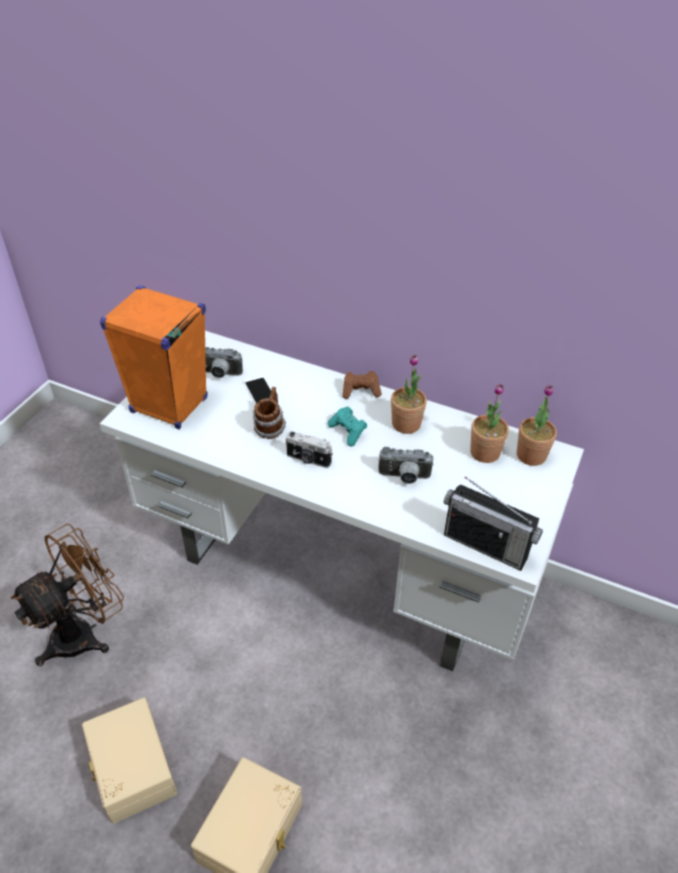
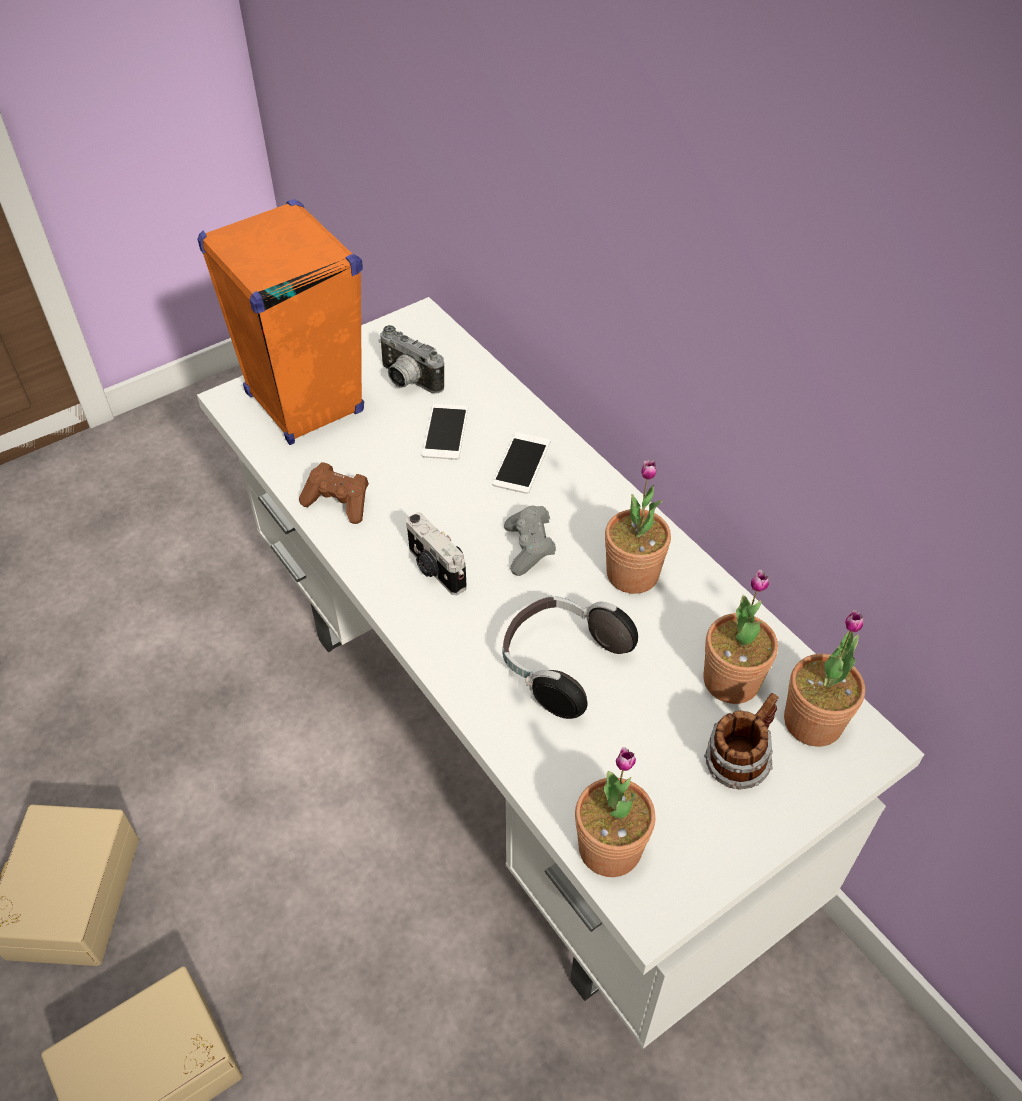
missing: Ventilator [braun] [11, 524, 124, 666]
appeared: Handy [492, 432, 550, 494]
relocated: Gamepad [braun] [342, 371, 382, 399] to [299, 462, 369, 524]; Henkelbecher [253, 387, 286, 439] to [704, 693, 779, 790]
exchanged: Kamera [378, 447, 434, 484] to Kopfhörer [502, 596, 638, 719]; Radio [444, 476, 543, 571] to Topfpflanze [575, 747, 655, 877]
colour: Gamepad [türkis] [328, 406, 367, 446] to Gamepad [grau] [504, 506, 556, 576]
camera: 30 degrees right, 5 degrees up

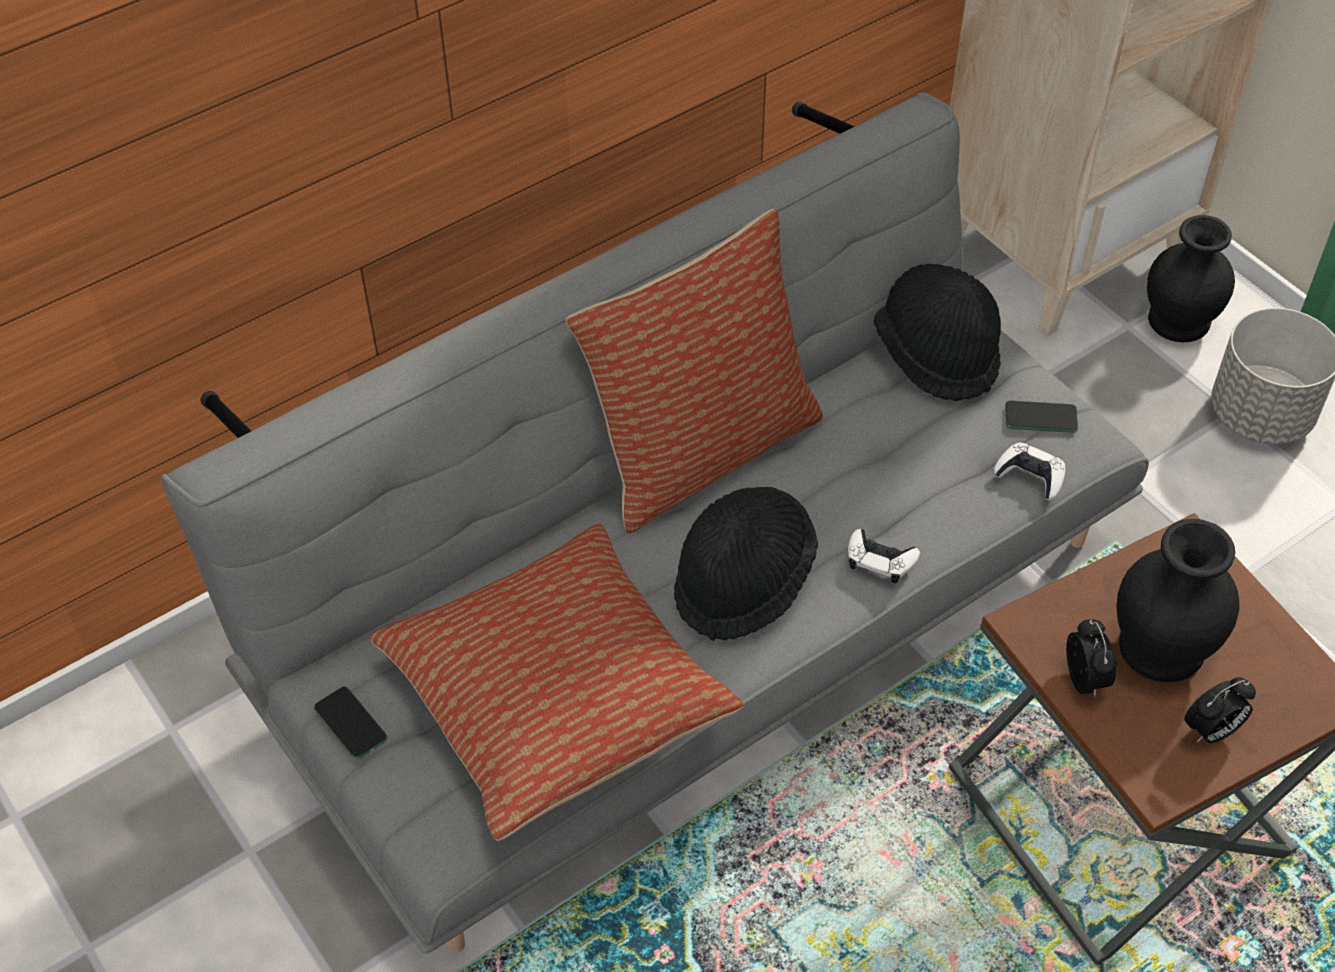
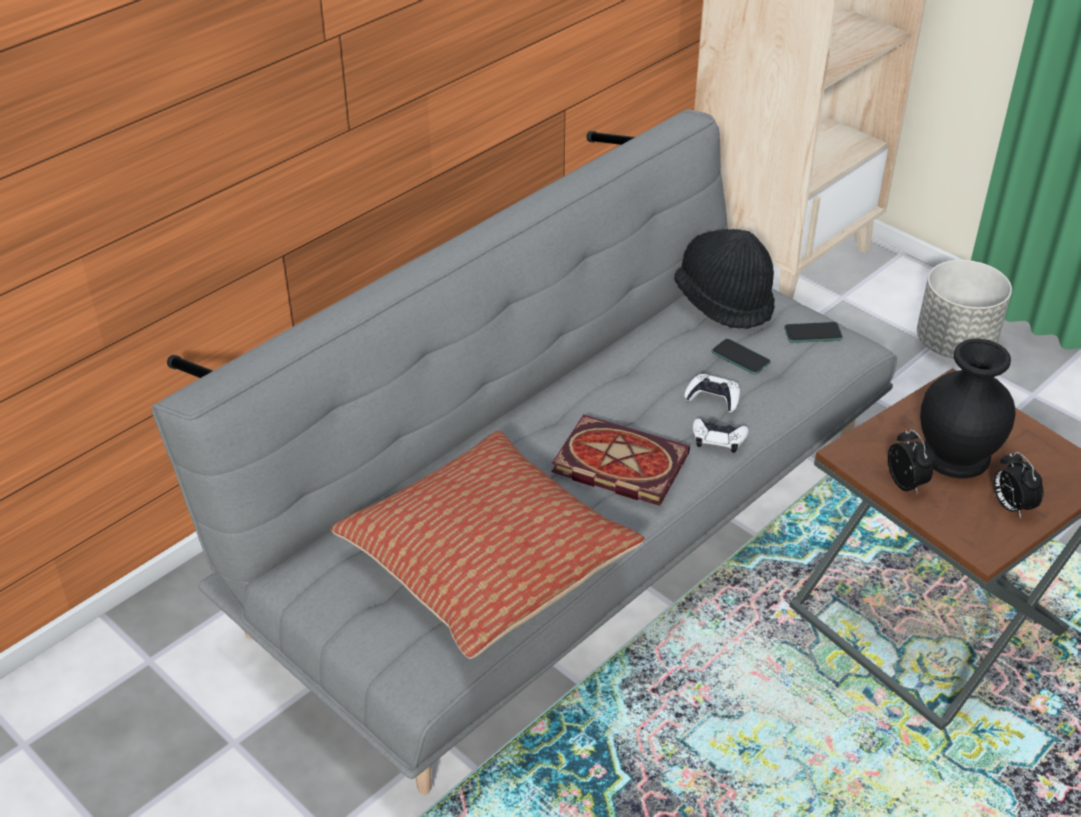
missing: Kissen [566, 208, 823, 533]; Vase [schwarz] [1147, 215, 1235, 342]
relocated: Gamepad [weiß] [994, 442, 1066, 500] to [684, 374, 740, 412]; Handy [314, 687, 388, 759] to [712, 339, 771, 375]
exchanged: Hut [schwarz] [674, 487, 818, 641] to Buch [552, 414, 690, 506]
spun: Wecker [1184, 677, 1256, 743] = [993, 452, 1044, 519] 105 degrees clockwise
camera: 10 degrees left, 10 degrees down

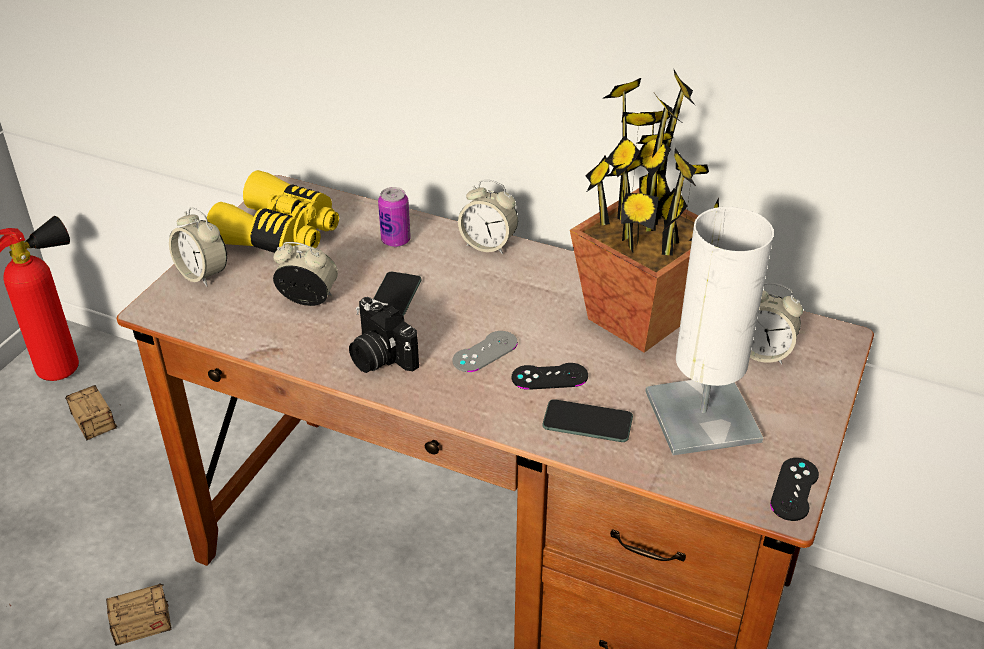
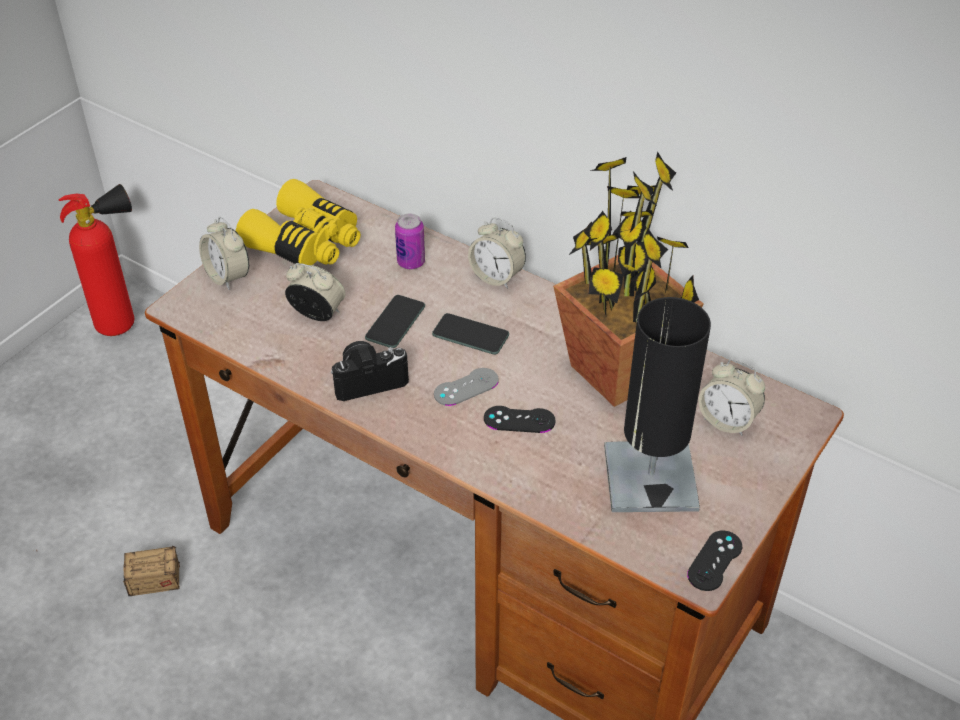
missing: Aufbewahrungsbox [65, 385, 117, 441]
relocated: Handy [542, 399, 633, 442] to [432, 313, 509, 355]
colour: Tischlampe [weiß] [645, 207, 774, 455] to Tischlampe [schwarz] [604, 297, 711, 512]
spun: Kamera [349, 297, 419, 373] = [331, 341, 409, 401] 105 degrees clockwise
camera: 10 degrees right, 5 degrees up

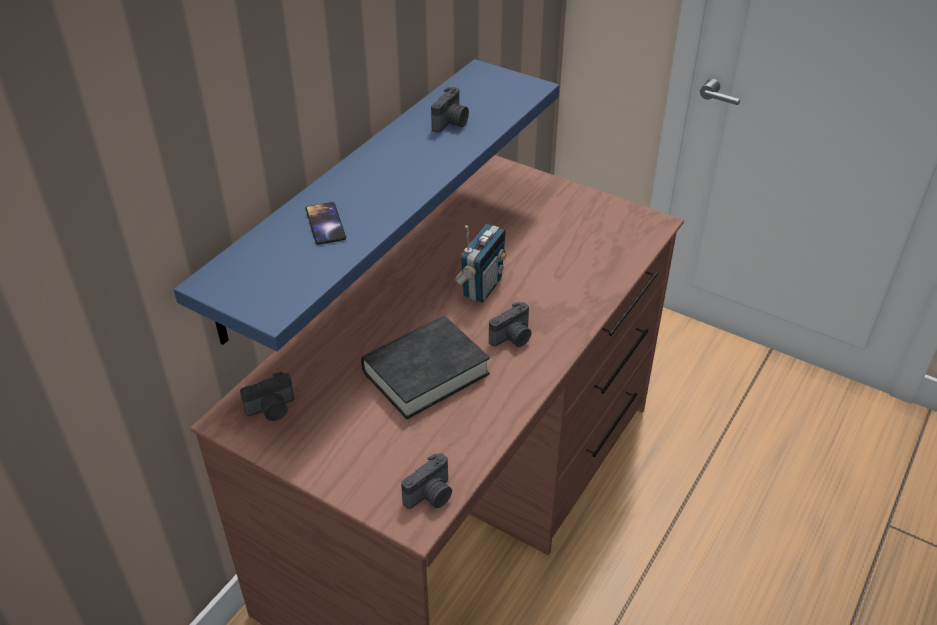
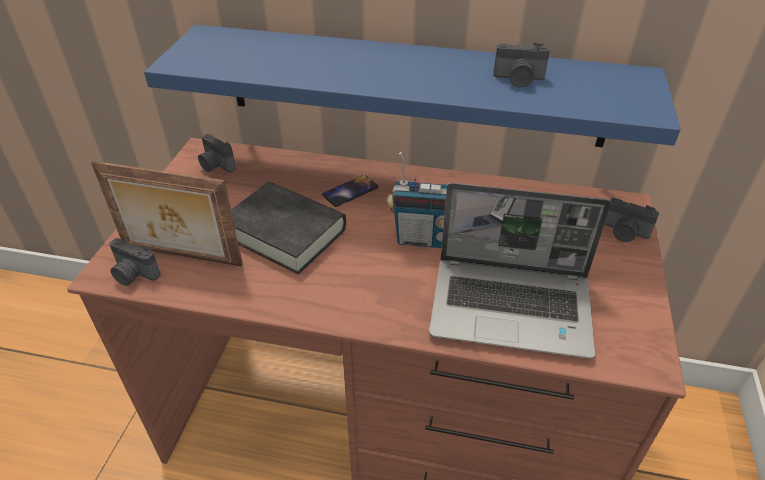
appeared: Bilderrahmen [91, 161, 243, 267]; Laptop [429, 183, 611, 359]
relocated: Handy [305, 202, 346, 245] to [322, 175, 379, 207]; Kamera [489, 302, 531, 347] to [605, 198, 659, 242]
camera: 70 degrees right, 0 degrees up

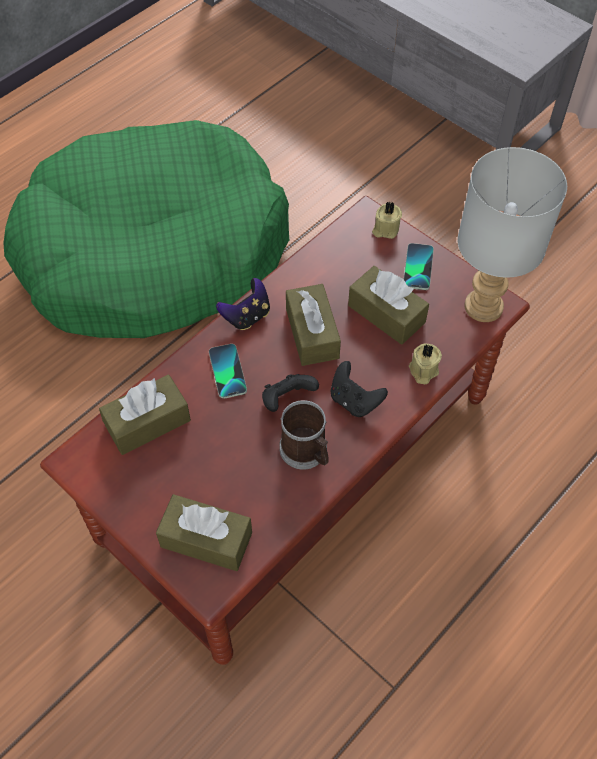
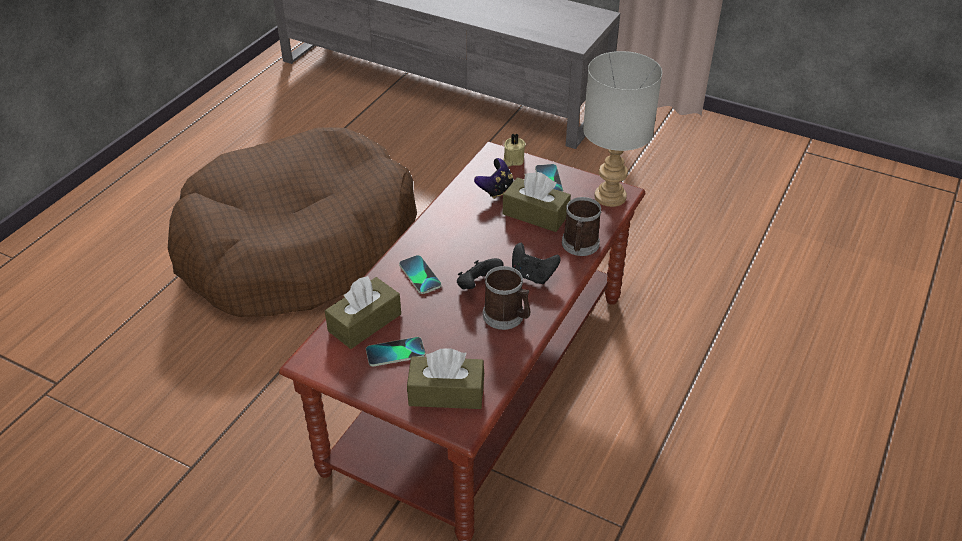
missing: Taschentuchbox [braun] [286, 284, 341, 366]
appeared: Handy [366, 337, 425, 366]
relocated: Gamepad [216, 278, 270, 330] to [474, 158, 513, 199]
exchanged: Kerze [beige] [409, 344, 442, 384] to Henkelbecher [562, 197, 602, 256]
colour: Hundebett [grün] [4, 120, 289, 338] to Hundebett [braun] [168, 127, 417, 317]
camera: 15 degrees left, 15 degrees down

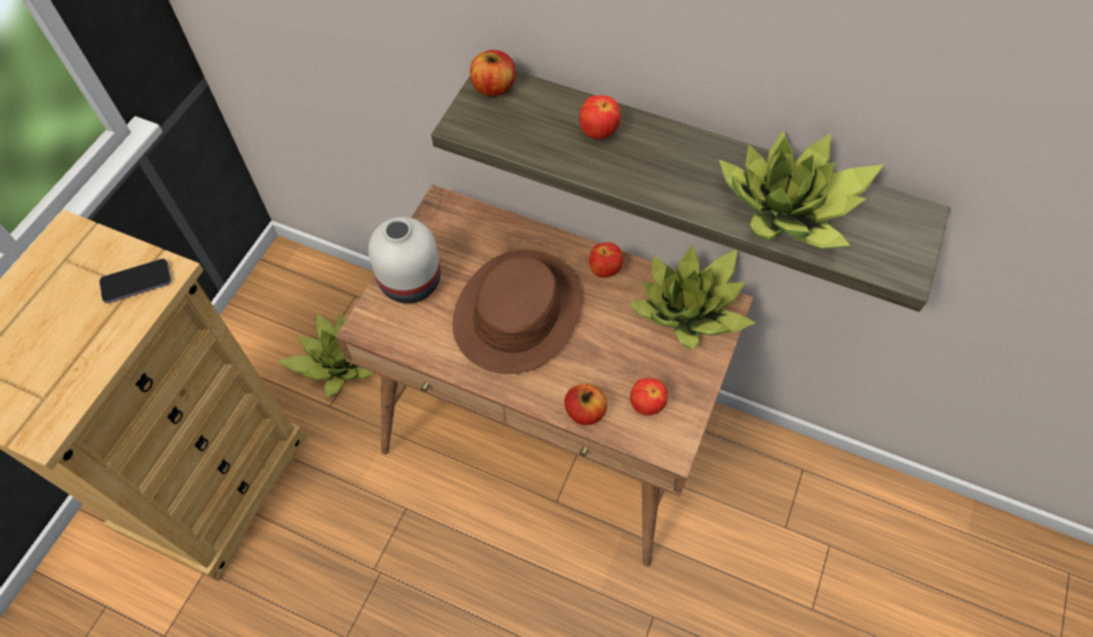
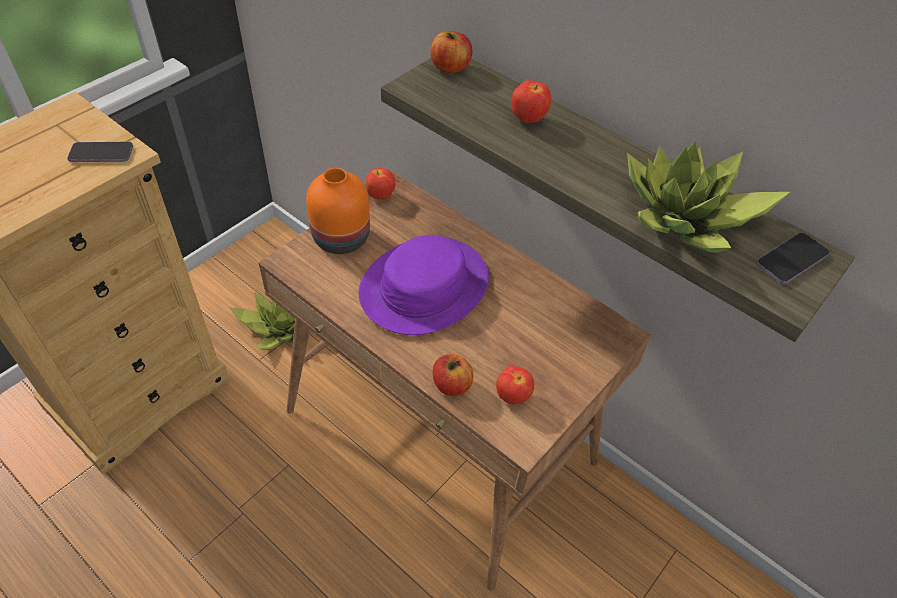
missing: Topfpflanze [629, 245, 756, 349]
appeared: Handy [756, 233, 830, 284]
relocated: Apfel [589, 242, 623, 278] to [365, 168, 395, 200]
colour: Vase [weiß] [368, 217, 441, 303] to Vase [orange] [306, 168, 370, 254]; Hut [braun] [453, 250, 581, 374] to Hut [lila] [358, 235, 489, 335]
camera: 15 degrees right, 10 degrees down

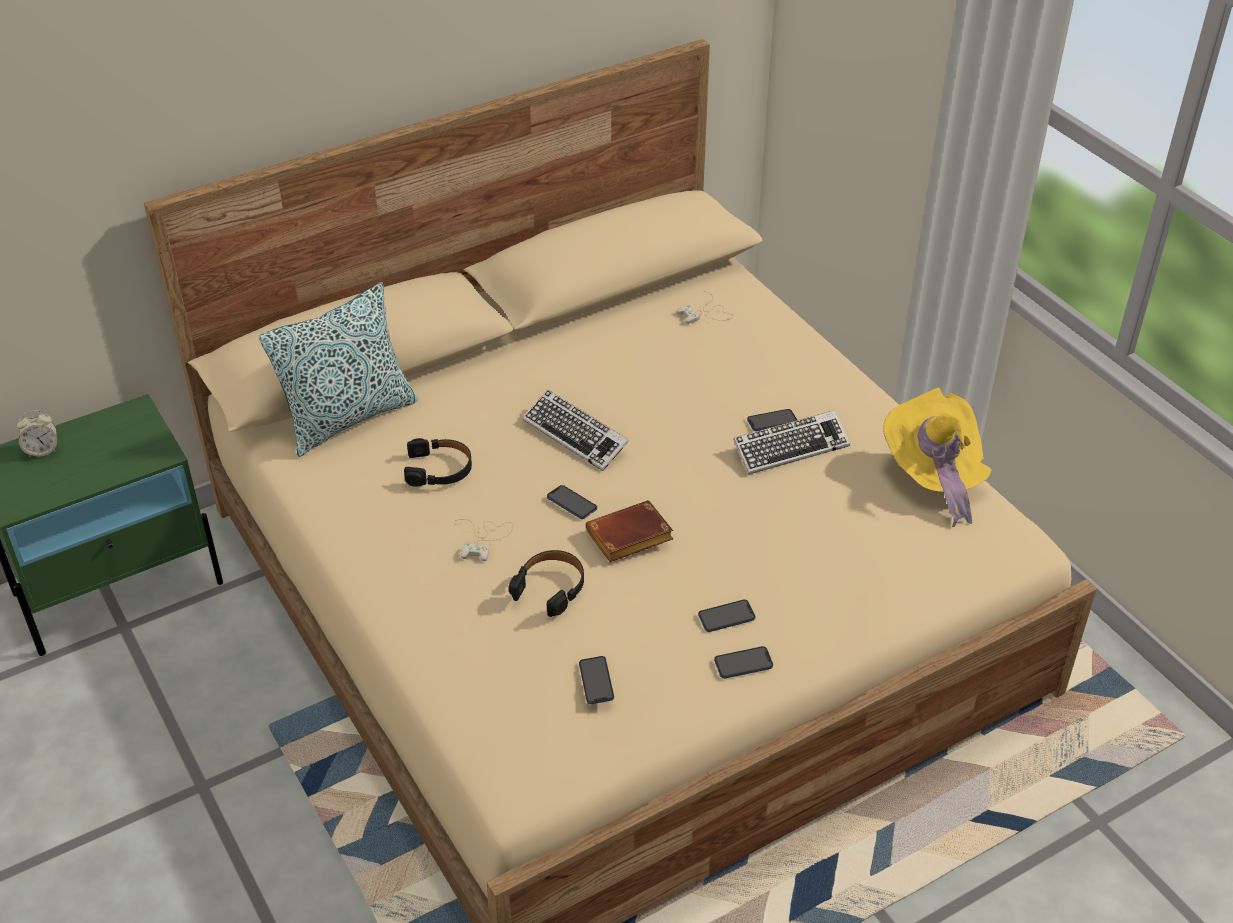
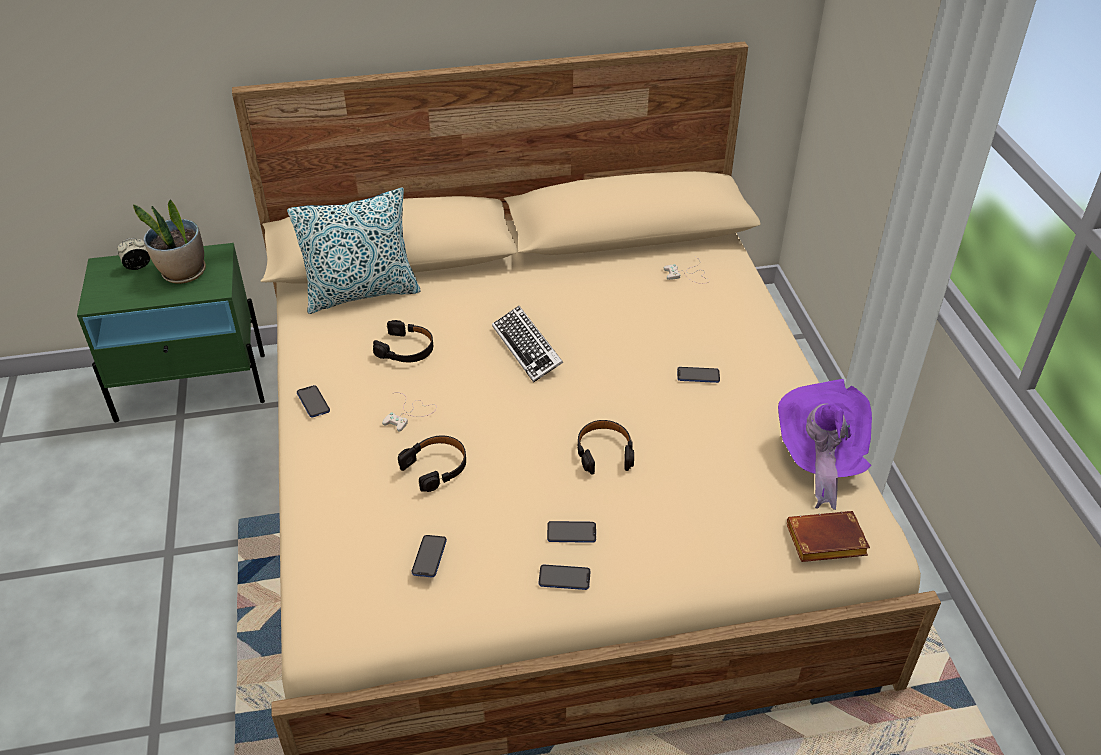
missing: Tastatur [733, 410, 850, 474]
appeared: Topfpflanze [133, 199, 206, 284]; Kopfhörer [schwarz] [577, 420, 634, 475]
relocated: Handy [547, 485, 597, 519] to [297, 385, 330, 417]; Buch [braun] [586, 500, 673, 562] to [787, 511, 870, 562]
colour: Hut [gelb] [883, 388, 992, 527] to Hut [lila] [778, 379, 872, 510]
spun: Wecker [17, 411, 57, 457] = [117, 238, 150, 270] 150 degrees clockwise
camera: 20 degrees right, 0 degrees up

